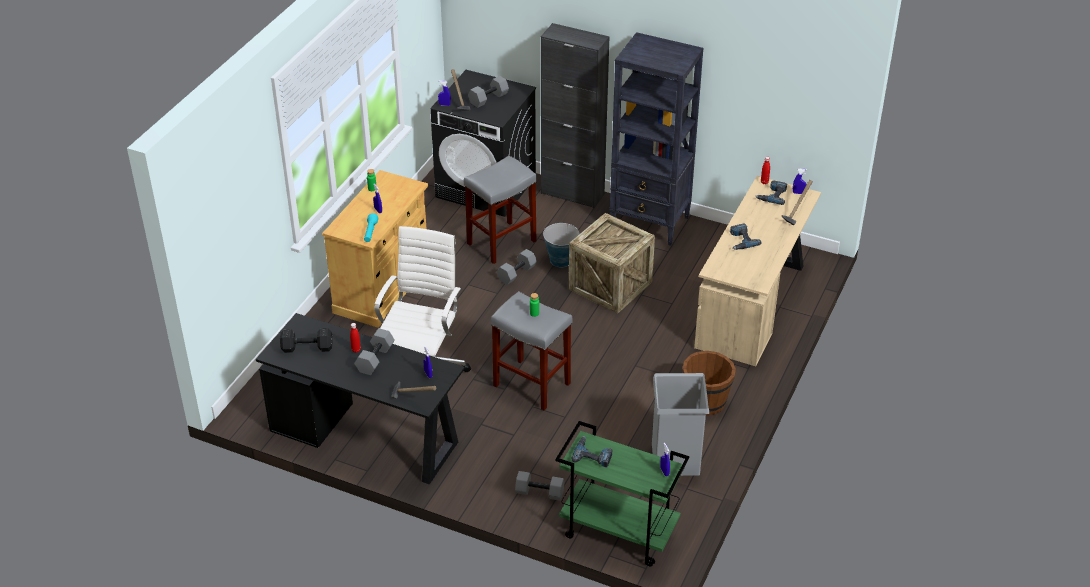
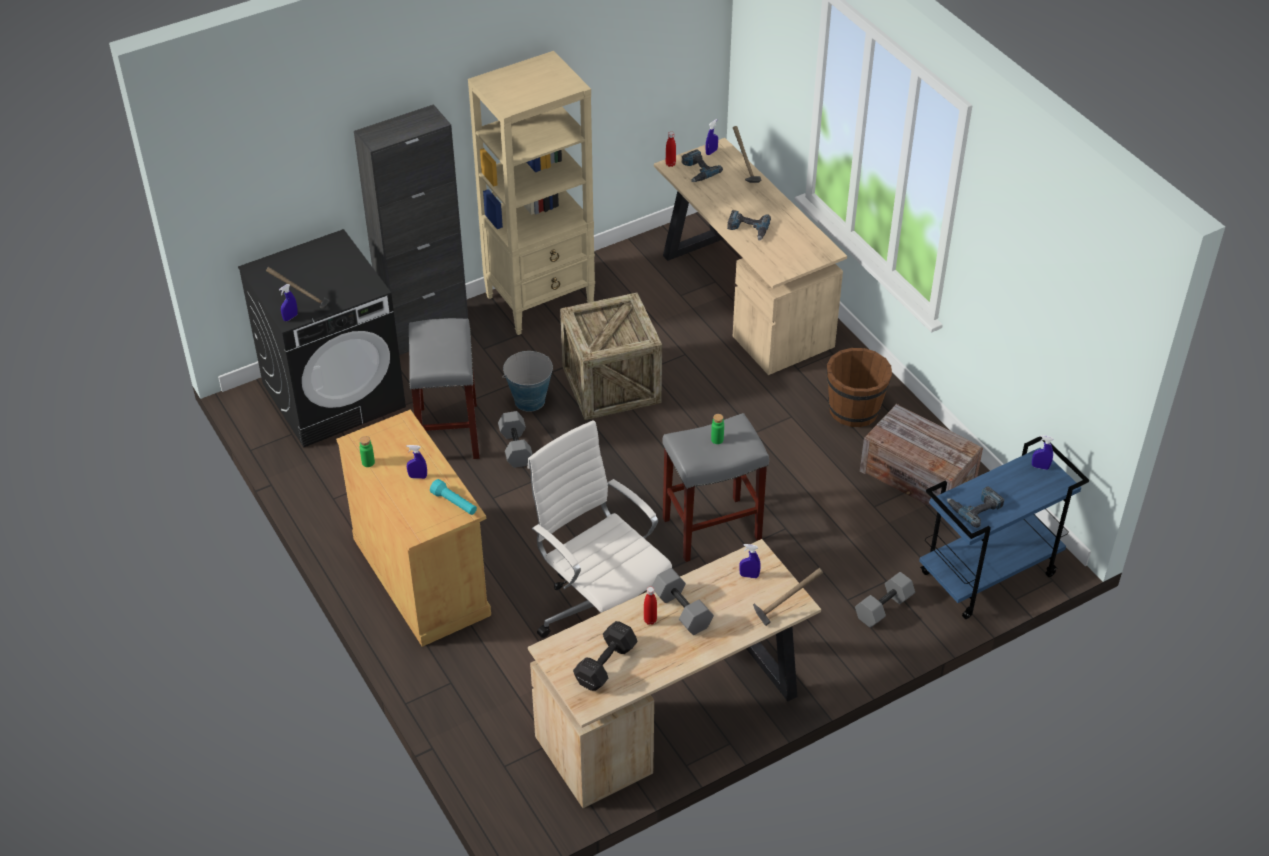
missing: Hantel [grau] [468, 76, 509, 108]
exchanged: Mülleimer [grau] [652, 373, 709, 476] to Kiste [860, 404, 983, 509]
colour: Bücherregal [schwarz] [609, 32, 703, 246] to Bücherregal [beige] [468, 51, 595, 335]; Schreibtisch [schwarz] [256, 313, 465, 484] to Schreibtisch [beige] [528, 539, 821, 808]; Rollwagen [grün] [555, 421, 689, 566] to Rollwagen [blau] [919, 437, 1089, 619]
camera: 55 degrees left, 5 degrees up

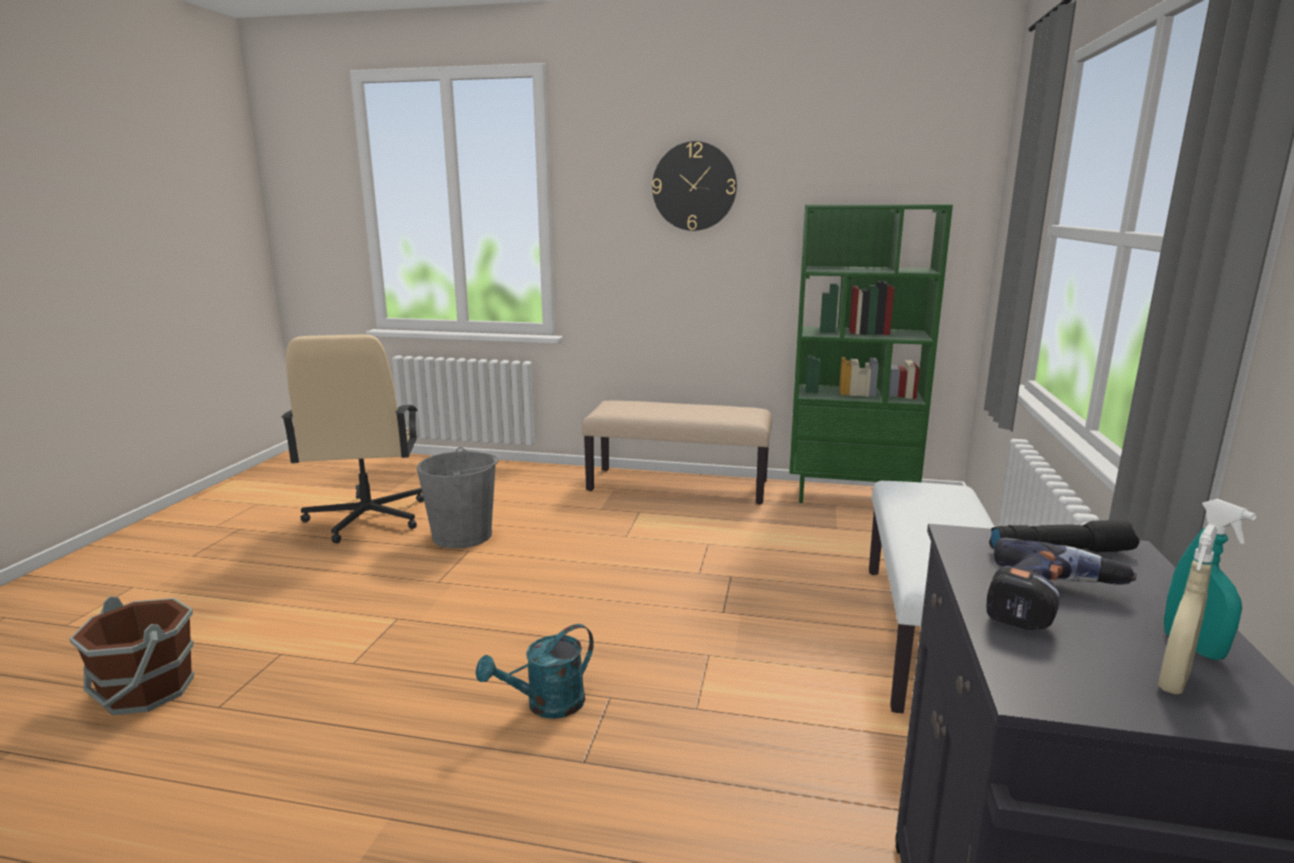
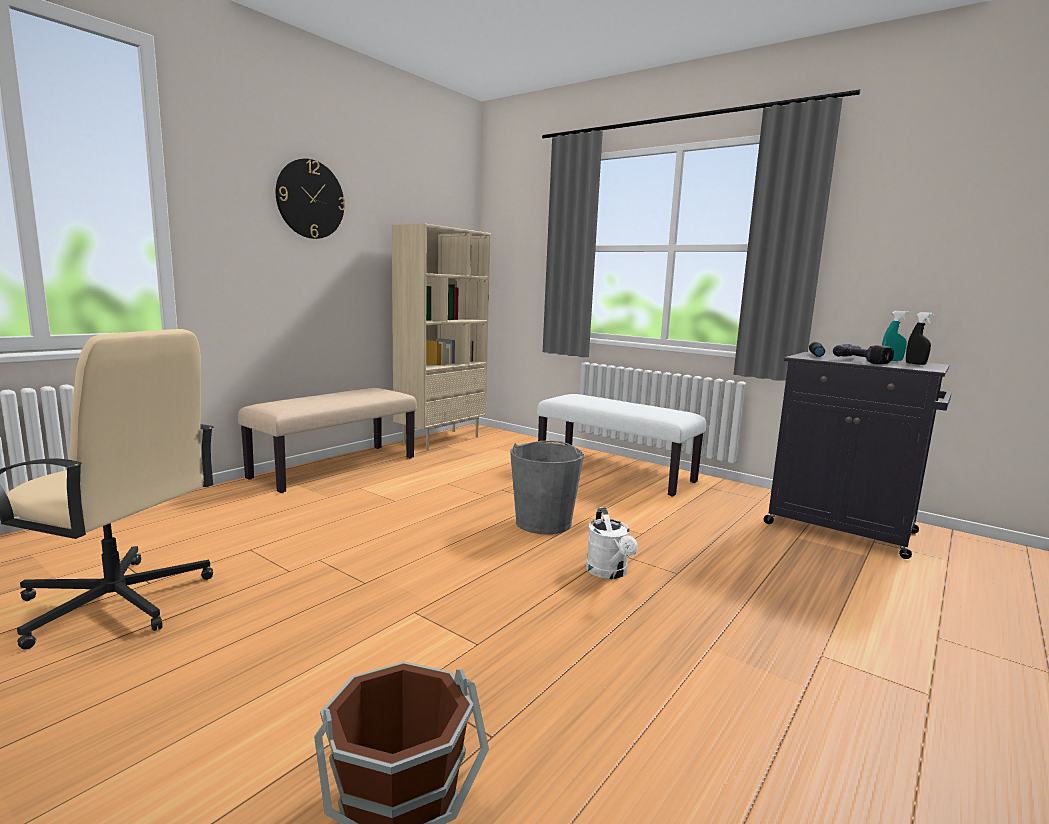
relocated: Eimer [grau] [417, 447, 499, 549] to [510, 441, 584, 534]
colour: Bücherregal [grün] [789, 204, 953, 503] to Bücherregal [beige] [392, 223, 491, 450]; Sprühflasche [beige] [1158, 524, 1217, 694] to Sprühflasche [schwarz] [906, 312, 934, 365]; Gießkanne [türkis] [476, 624, 594, 719] to Gießkanne [weiß] [586, 507, 638, 579]
camera: 65 degrees left, 5 degrees down

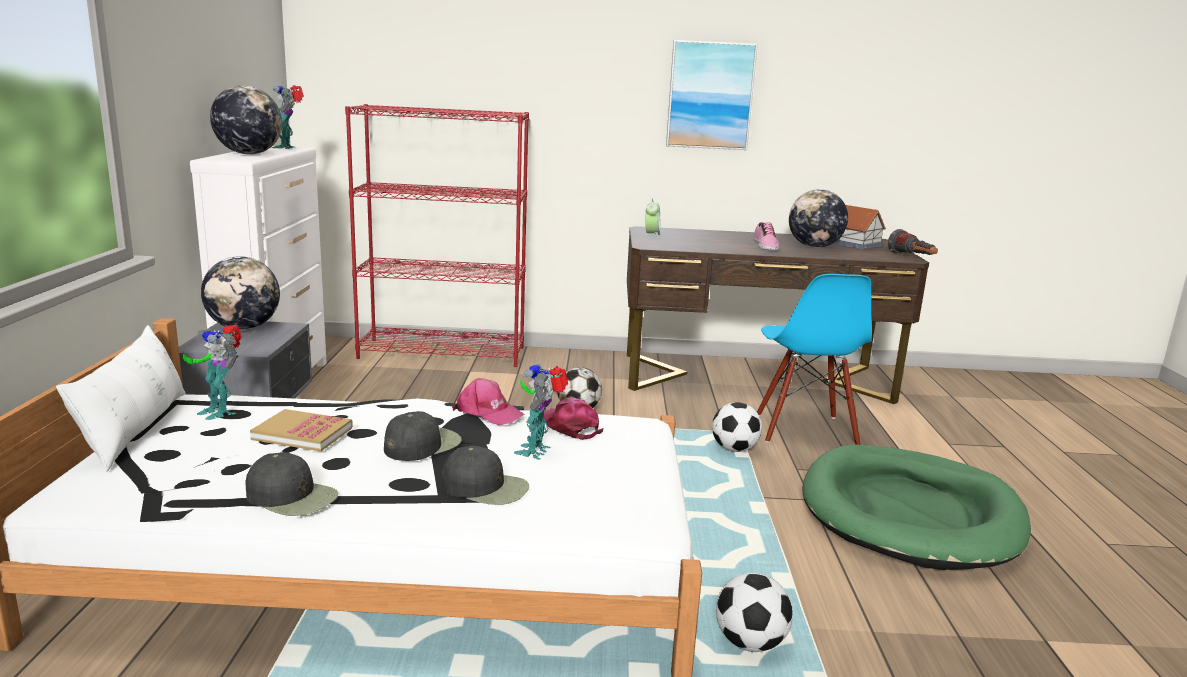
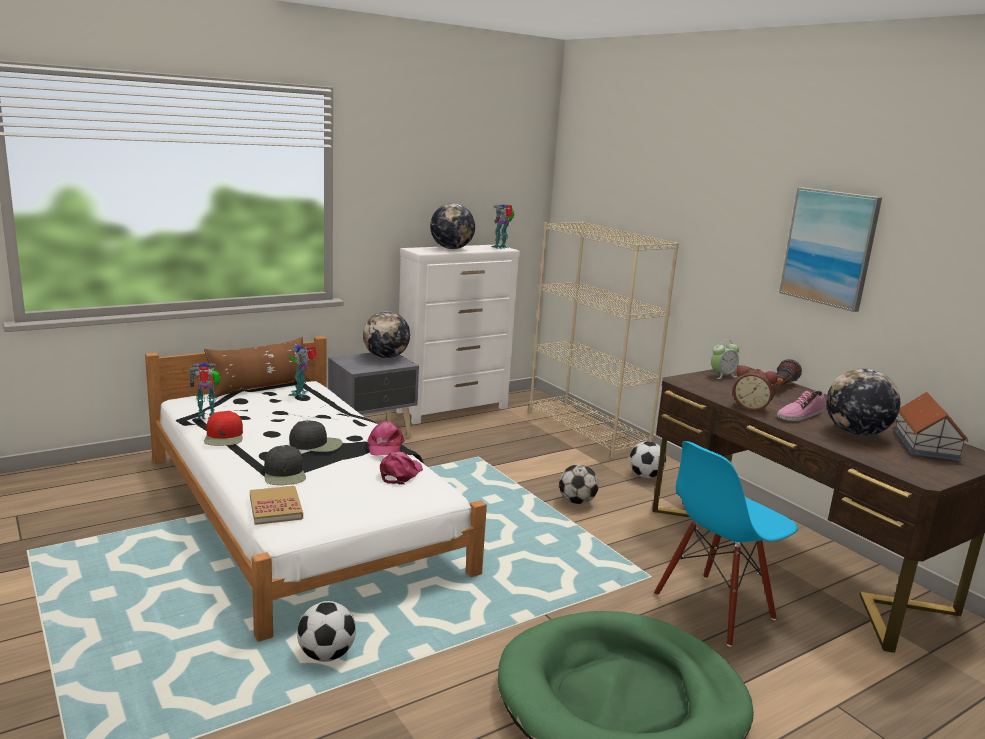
appeared: Wecker [733, 365, 778, 412]
relocated: Taschenlampe [888, 229, 938, 255] to [776, 359, 802, 386]; Spielzeugroboter [514, 363, 568, 460] to [189, 363, 221, 420]; Fußball [712, 402, 762, 452] to [629, 441, 667, 478]; Buch [250, 409, 353, 451] to [250, 486, 303, 525]
colour: Bücherregal [rot] [345, 104, 529, 367] to Bücherregal [beige] [529, 222, 679, 459]; Kissen [weiß] [56, 325, 186, 472] to Kissen [braun] [204, 337, 311, 398]; Kappe [schwarz] [246, 452, 338, 516] to Kappe [rot] [204, 411, 243, 446]
camera: 55 degrees right, 0 degrees up

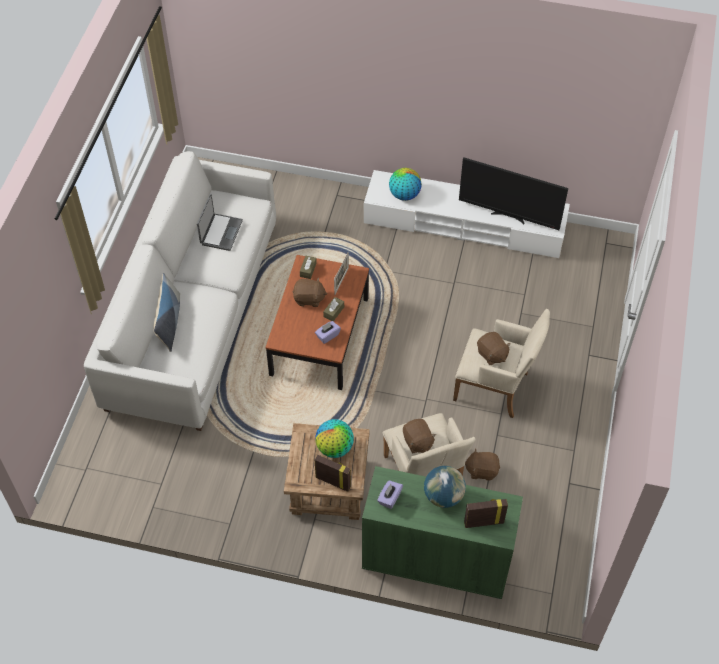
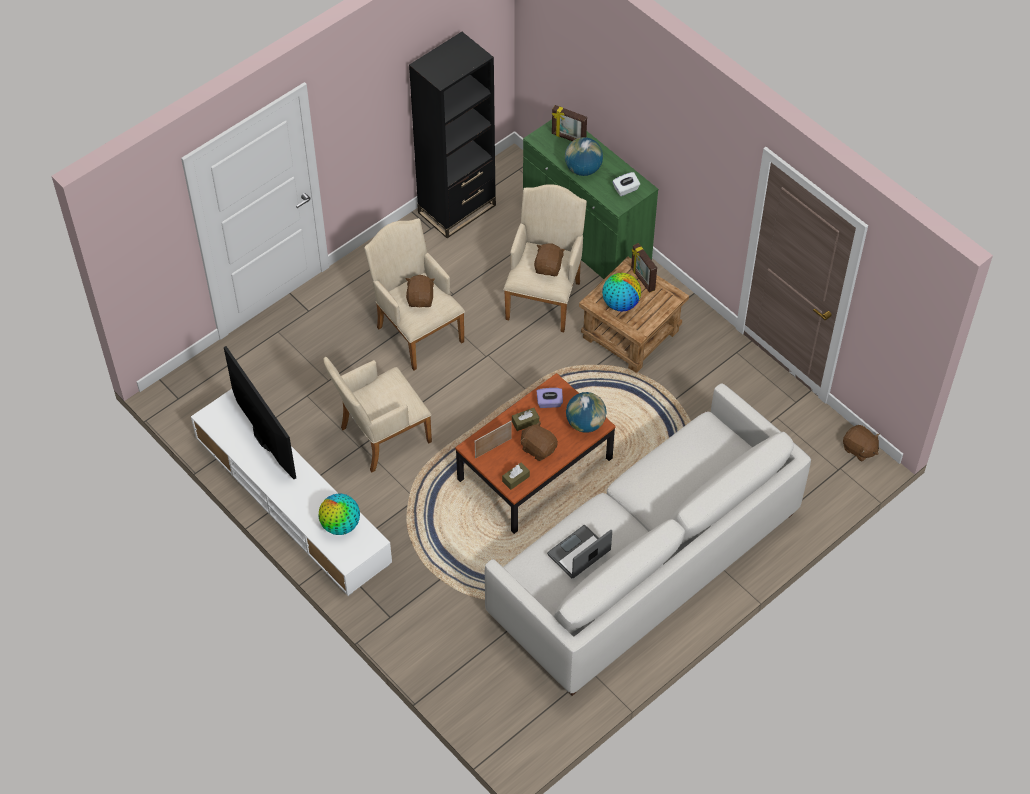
missing: Kissen [154, 273, 180, 352]
appeared: Bücherregal [schwarz] [409, 32, 496, 238]; Sessel [beige] [323, 357, 432, 472]; Globus [566, 392, 606, 433]
relocated: Plüschtier [braun] [465, 448, 500, 481] to [843, 425, 879, 462]
colour: Taschentuchbox [lila] [377, 480, 403, 509] to Taschentuchbox [weiß] [613, 172, 640, 196]
camera: 145 degrees left, 0 degrees up

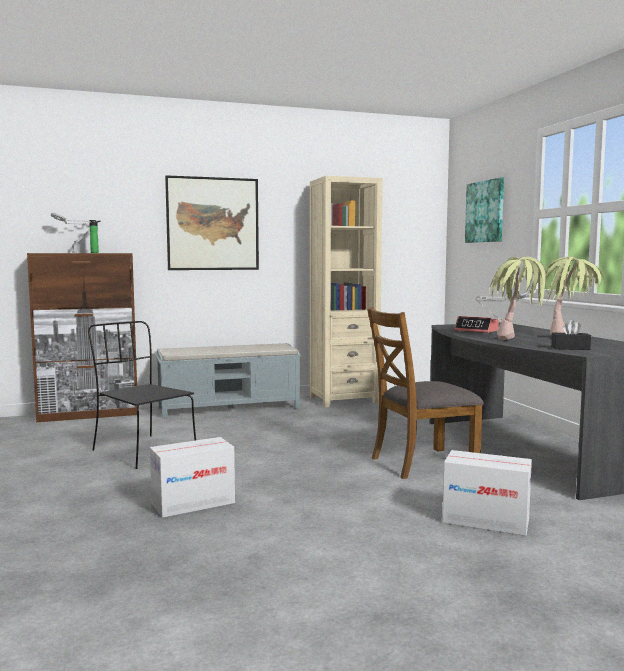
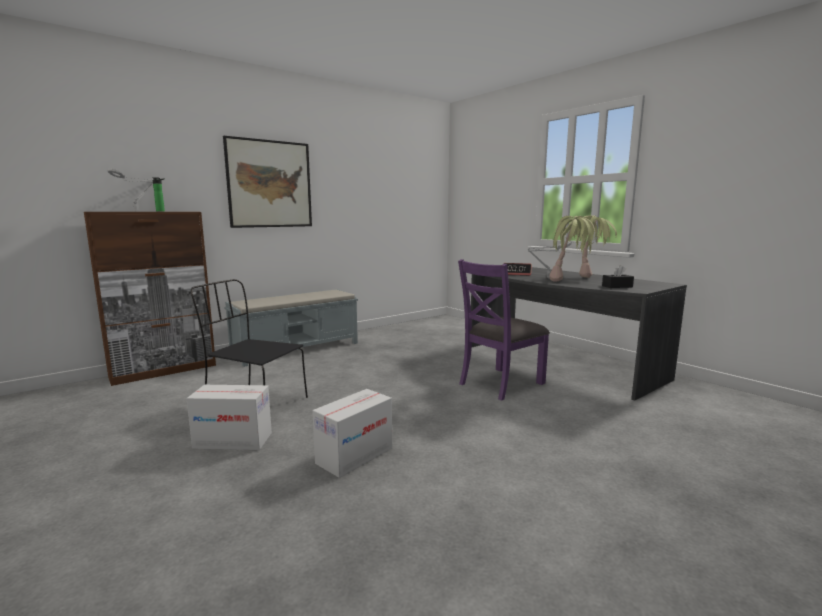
missing: Bücherregal [beige] [310, 176, 383, 407]; Bild [465, 177, 504, 243]
relocated: Karton [442, 450, 532, 536] to [187, 385, 272, 450]
colour: Stuhl [braun] [367, 307, 484, 479] to Stuhl [lila] [458, 259, 550, 401]
camera: 20 degrees left, 5 degrees up

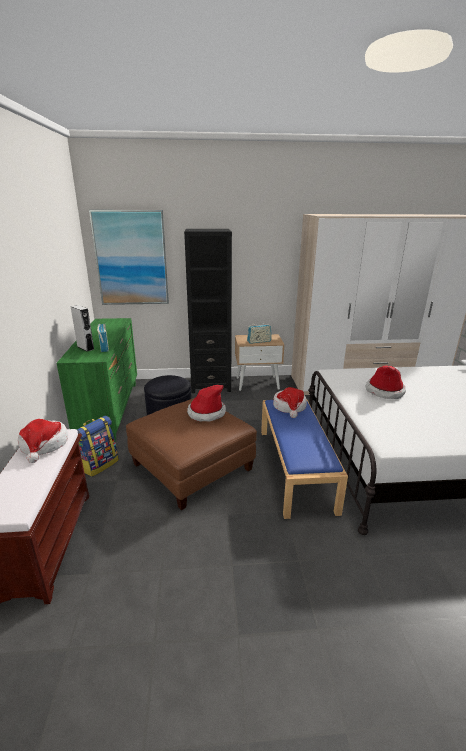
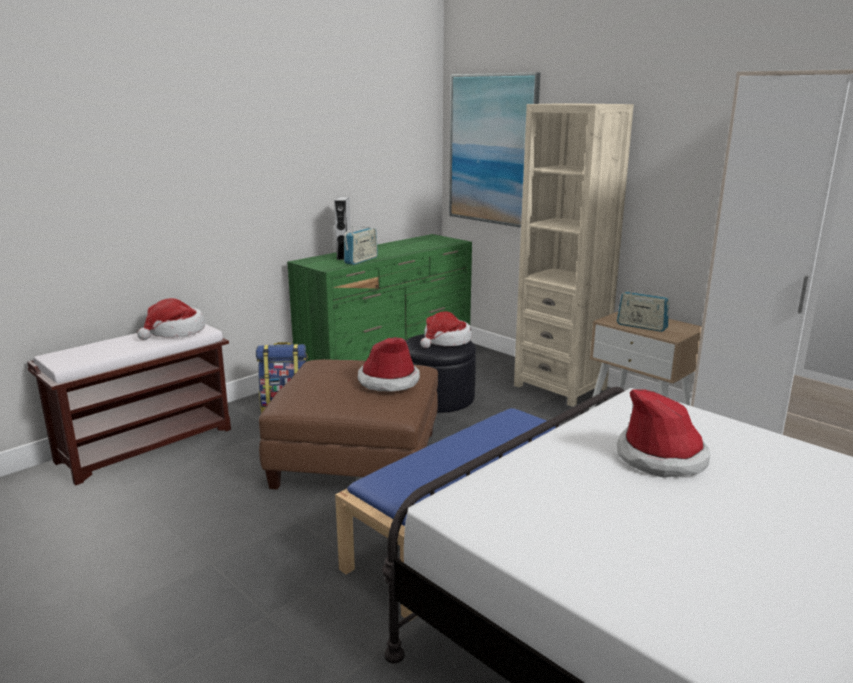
relocated: Hut [273, 387, 307, 418] to [420, 312, 472, 348]
colour: Bücherregal [schwarz] [184, 229, 232, 393] to Bücherregal [beige] [514, 103, 634, 407]
camera: 50 degrees right, 5 degrees down

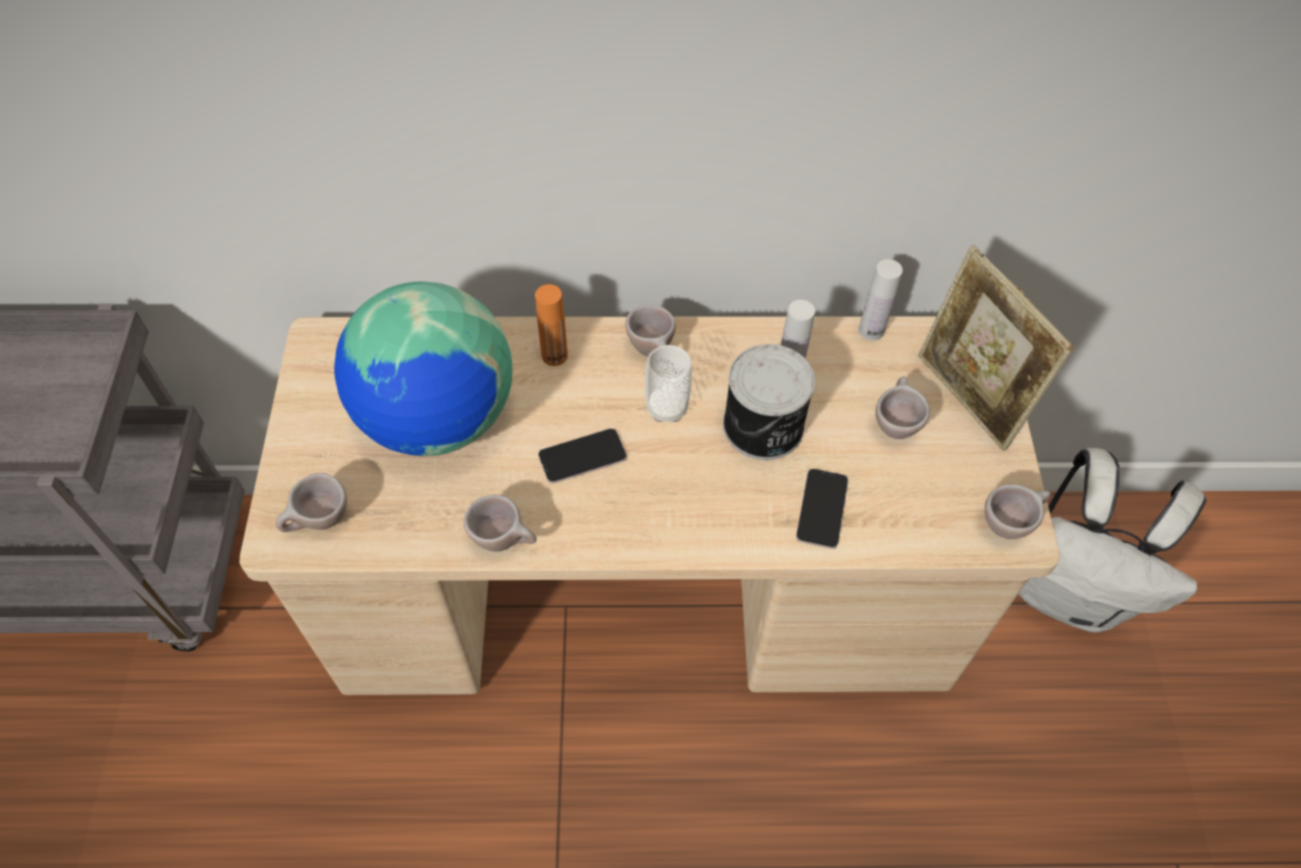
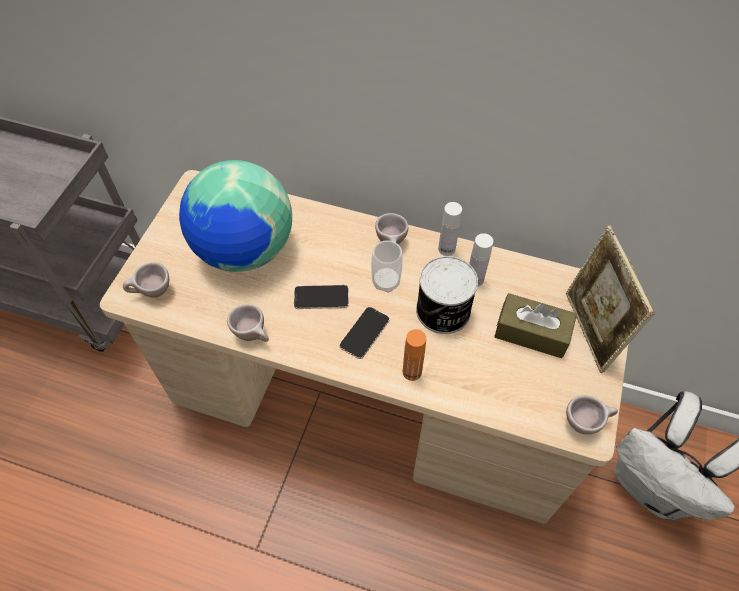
relocated: Flasche [weiß] [859, 259, 903, 341] to [438, 202, 462, 256]; Flasche [orange] [535, 284, 568, 366] to [403, 329, 426, 381]; Handy [796, 468, 848, 549] to [339, 307, 390, 359]
exchanged: Tasse [beige] [876, 376, 930, 439] to Taschentuchbox [braun] [494, 293, 577, 358]
camera: 20 degrees right, 0 degrees up

